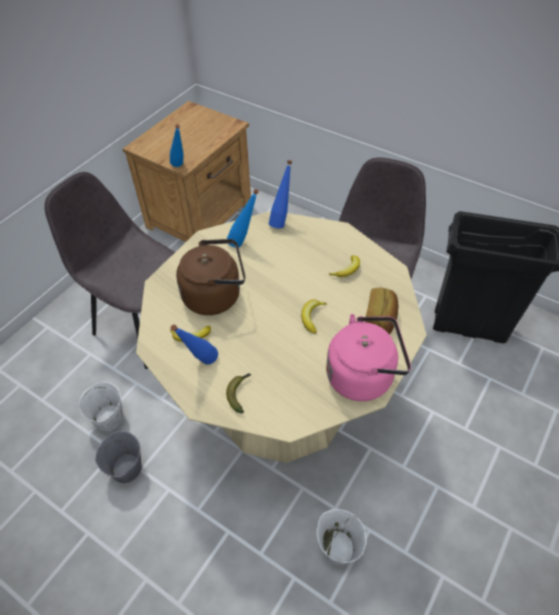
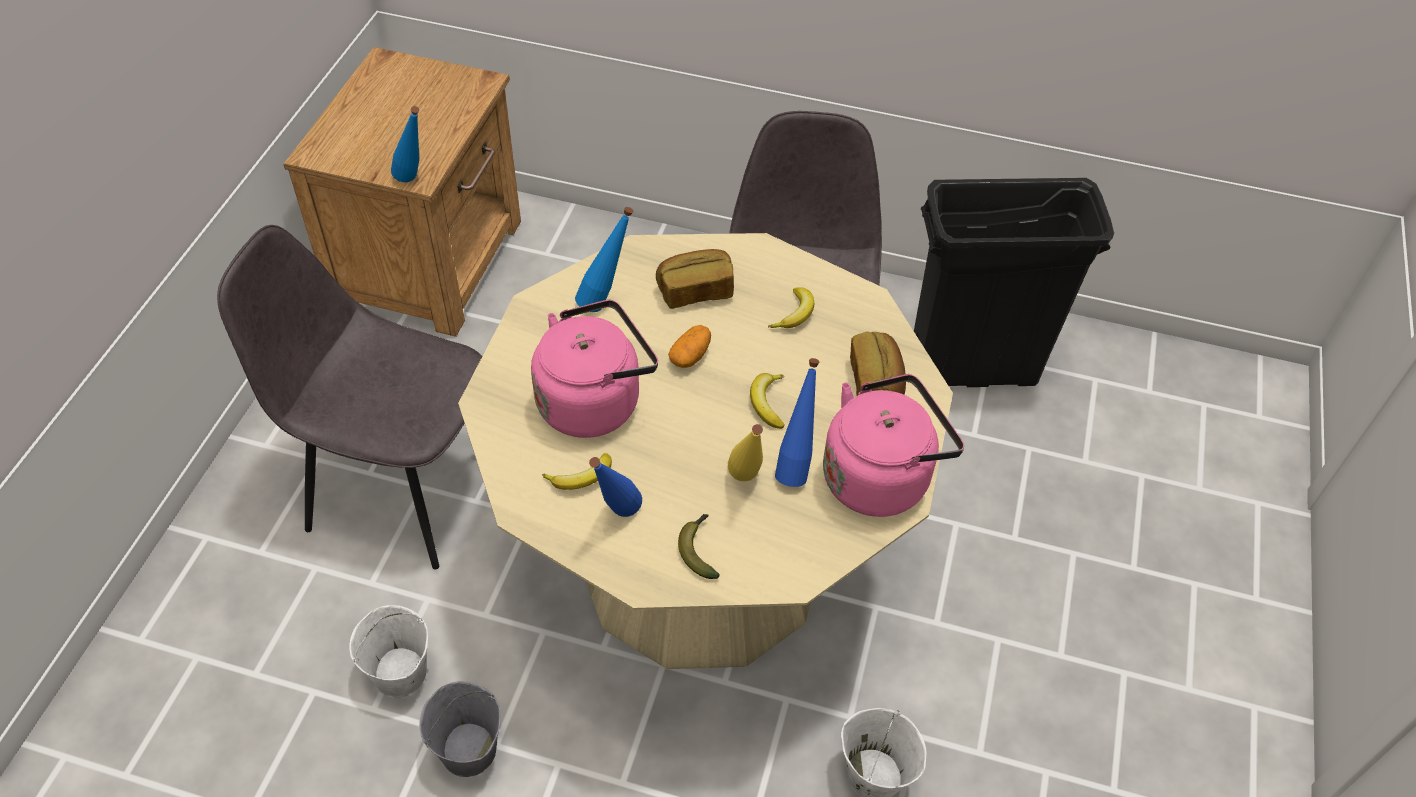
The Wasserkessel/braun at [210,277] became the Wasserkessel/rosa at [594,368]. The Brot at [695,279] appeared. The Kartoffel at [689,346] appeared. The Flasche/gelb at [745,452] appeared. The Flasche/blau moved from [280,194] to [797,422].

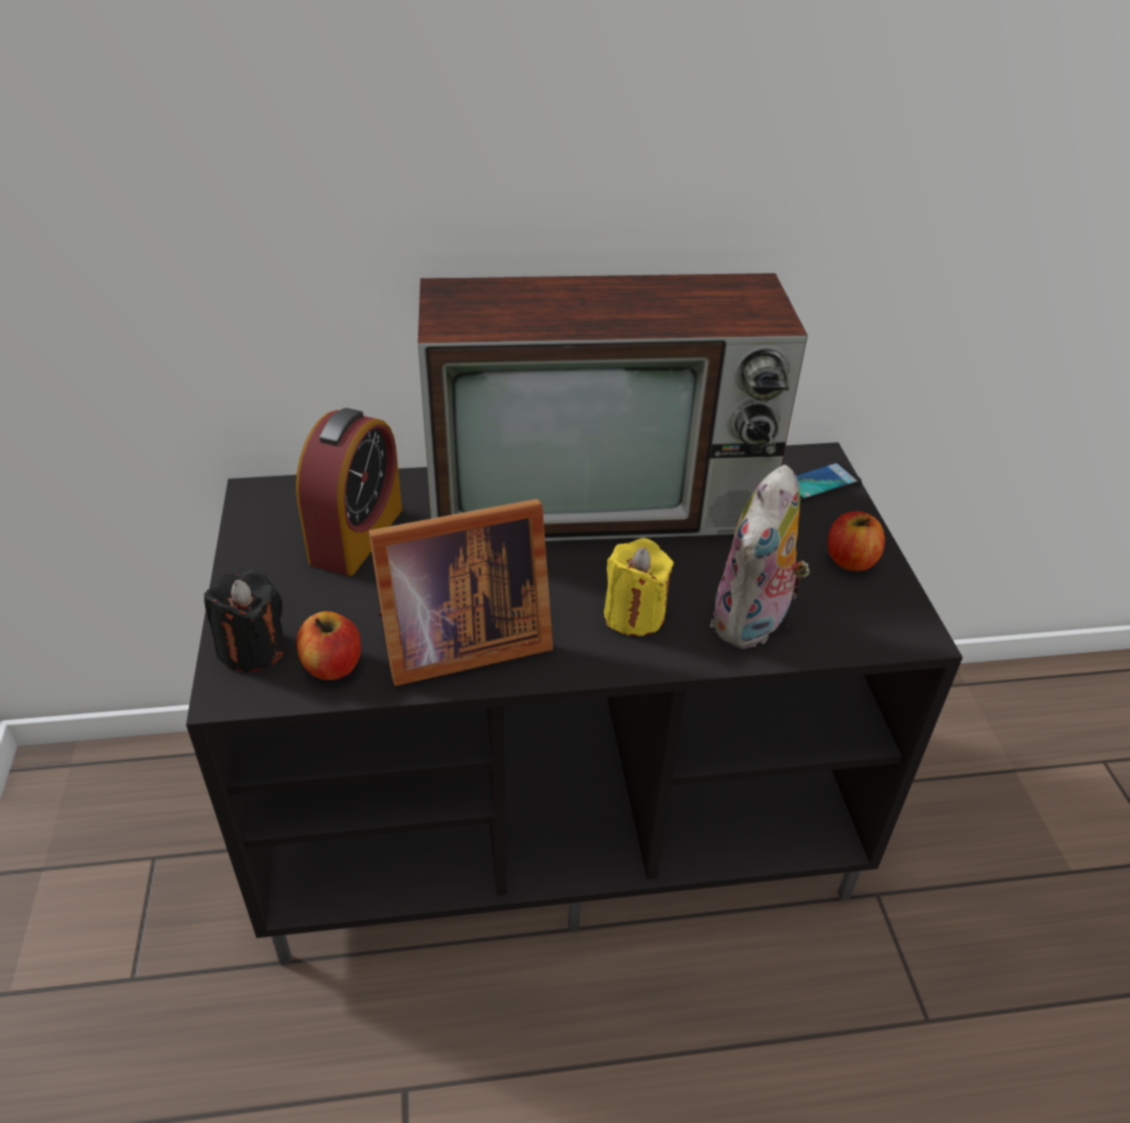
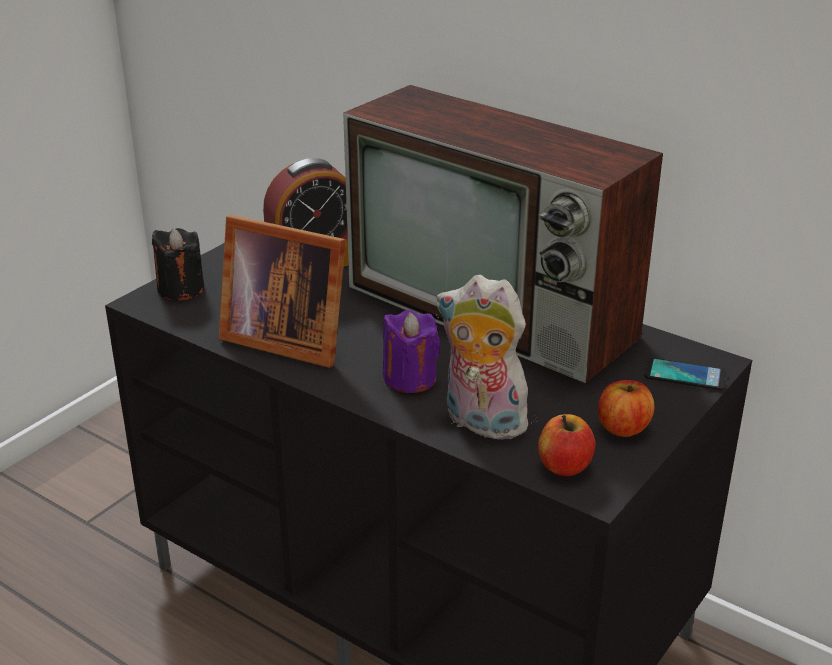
The Kerze/gelb at [638,587] became the Kerze/lila at [411,351]. The Plüschtier at [760,557] turned 45 degrees clockwise. The Apfel moved from [329,645] to [567,445].

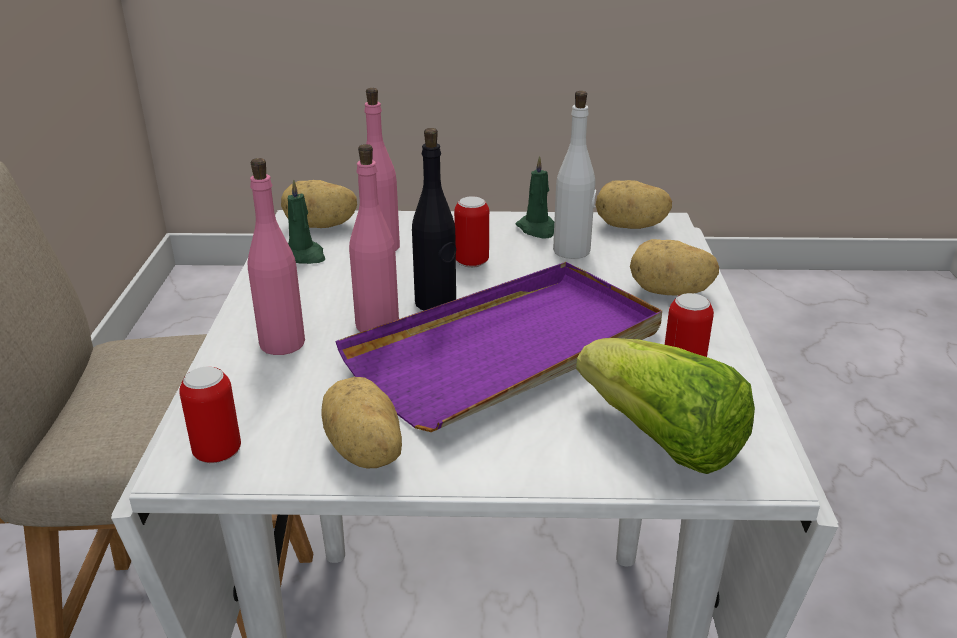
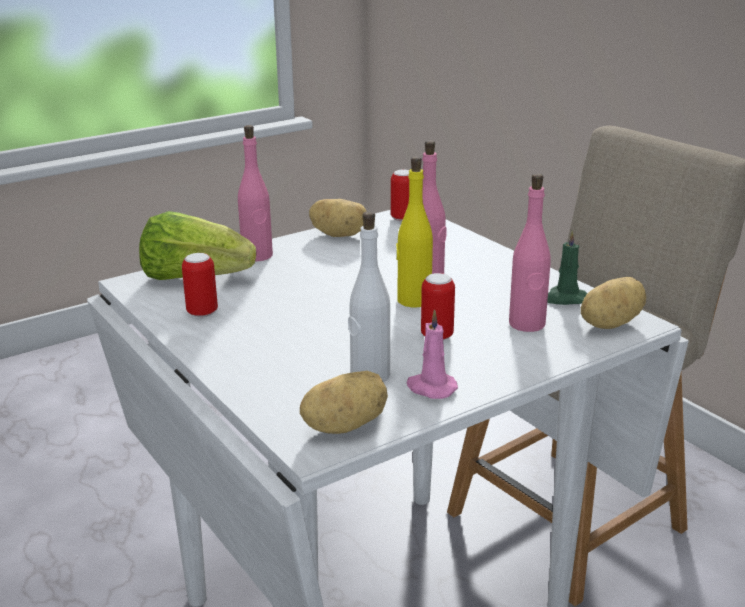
The Flasche/rosa moved from [276,256] to [255,193]. The Flasche/schwarz at [434,219] became the Flasche/gelb at [414,232]. The Kerze/grün at [535,197] became the Kerze/rosa at [432,354]. The Tablett/lila at [498,347] disappeared. The Kartoffel at [674,267] disappeared.

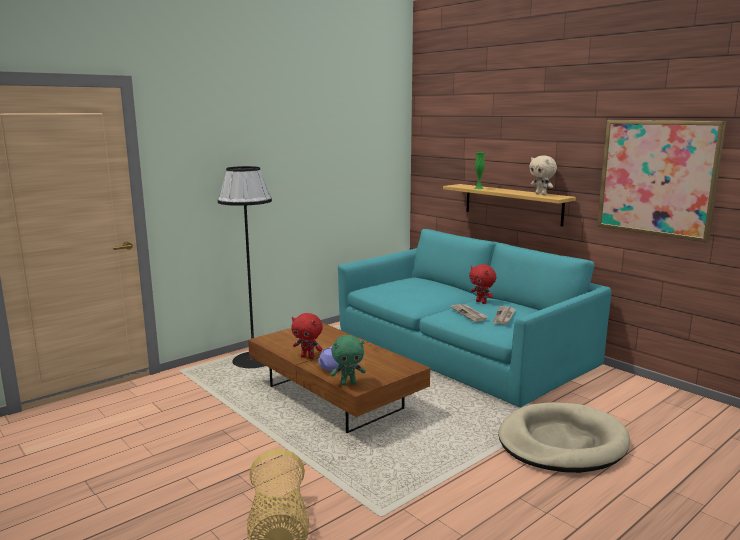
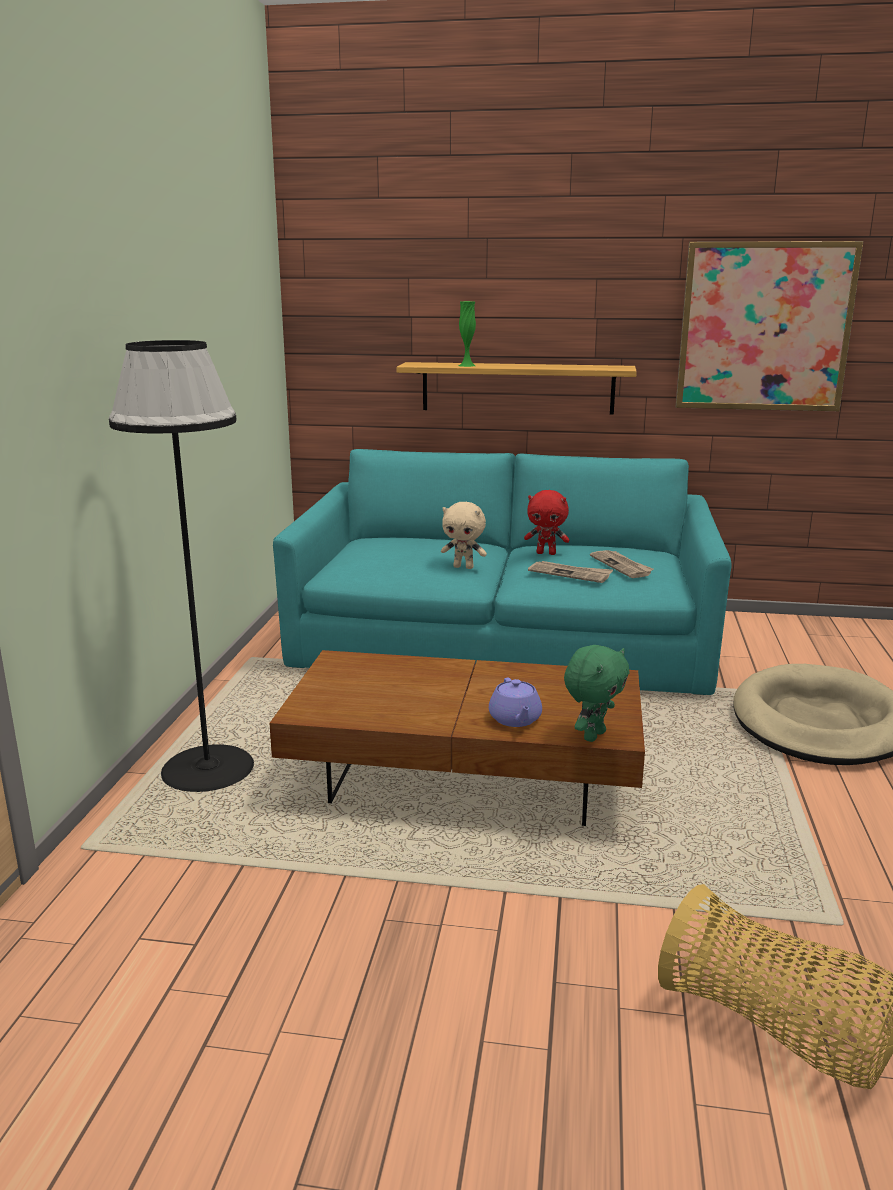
The Plüschtier/beige moved from [543,175] to [464,535]. The Plüschtier/rot at [307,336] disappeared.

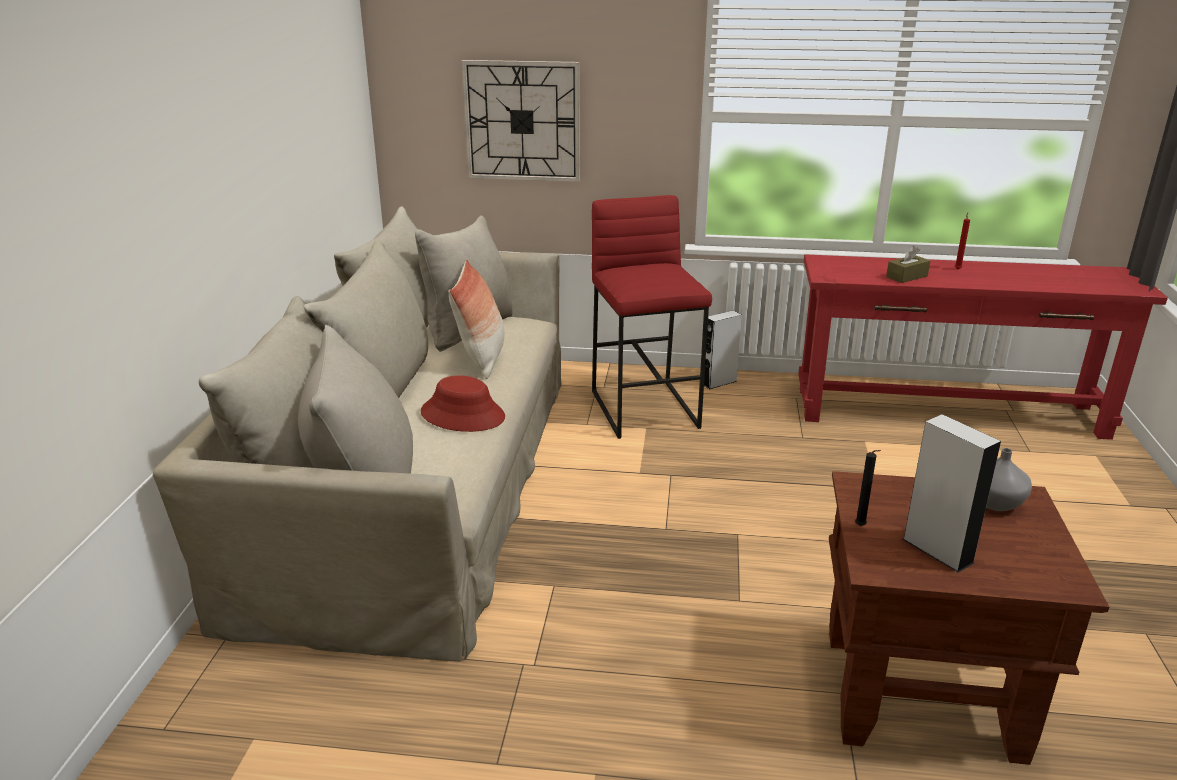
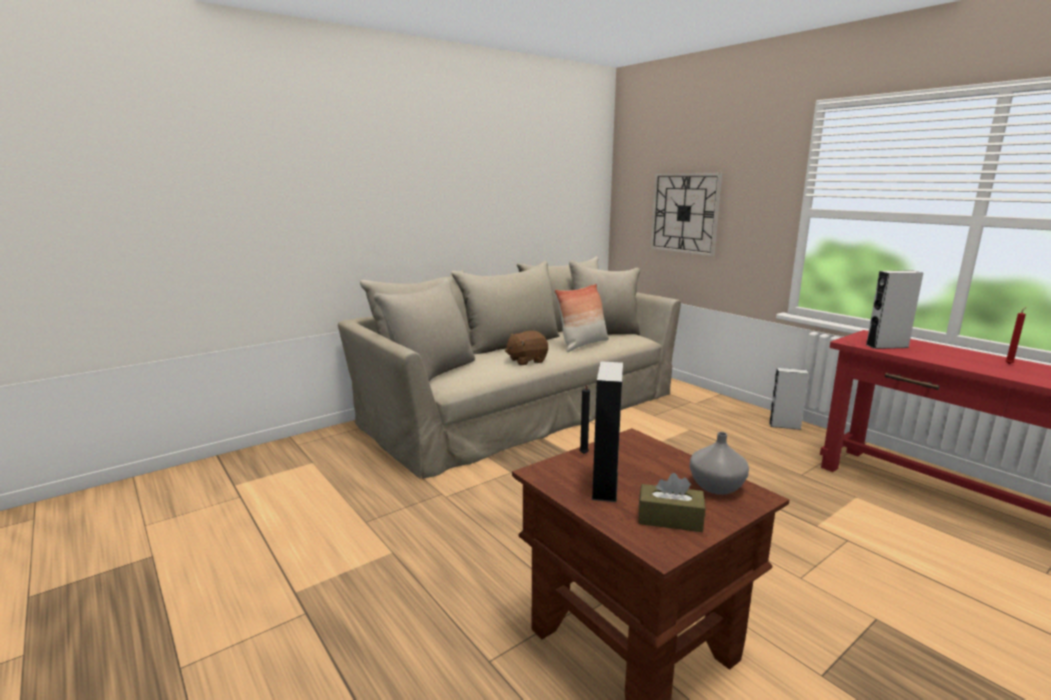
The Hut/rot at [463,403] was replaced by the Plüschtier/braun at [526,348]. The Taschentuchbox/braun moved from [908,264] to [671,502]. The Lautsprecher/grau at [894,310] appeared. The Hocker/rot at [652,317] disappeared.

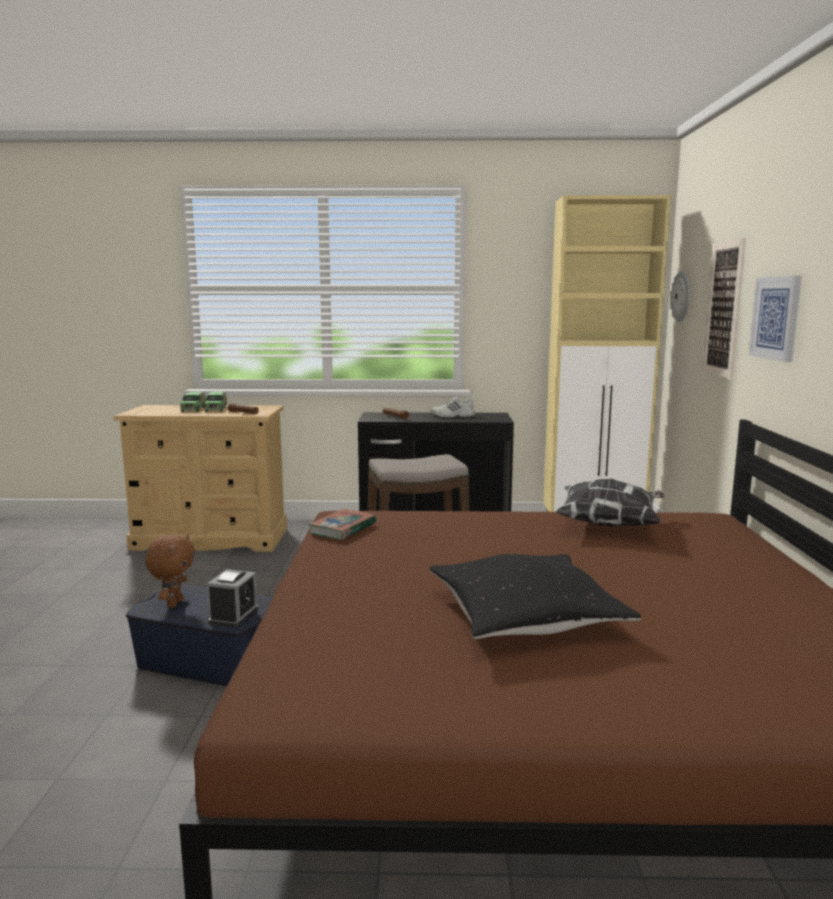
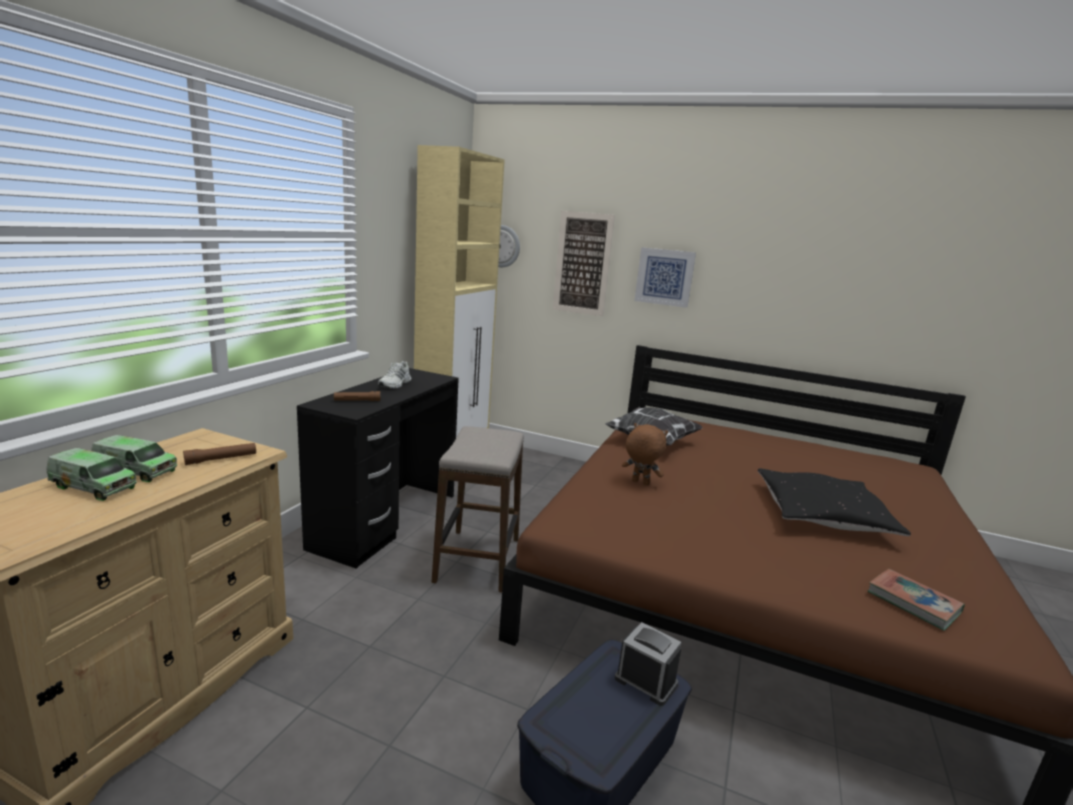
The Plüschtier/braun moved from [170,571] to [645,454]. The Buch moved from [342,524] to [916,600].

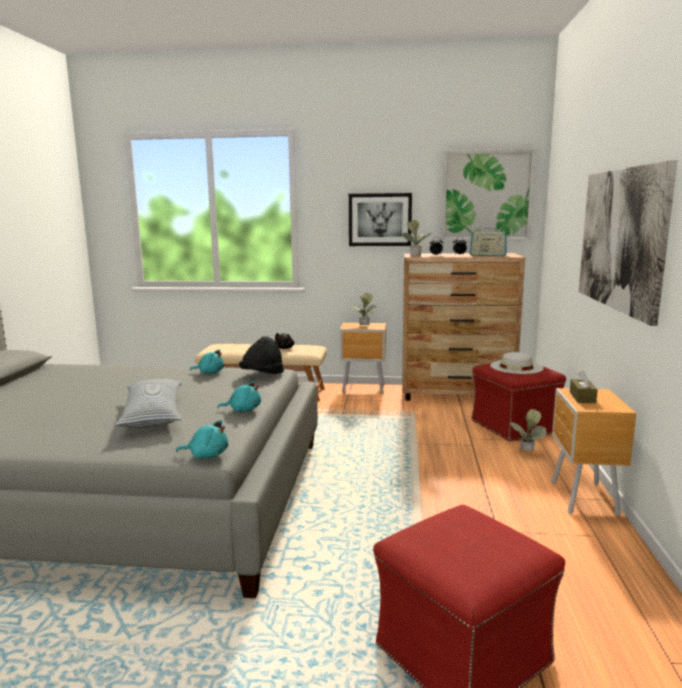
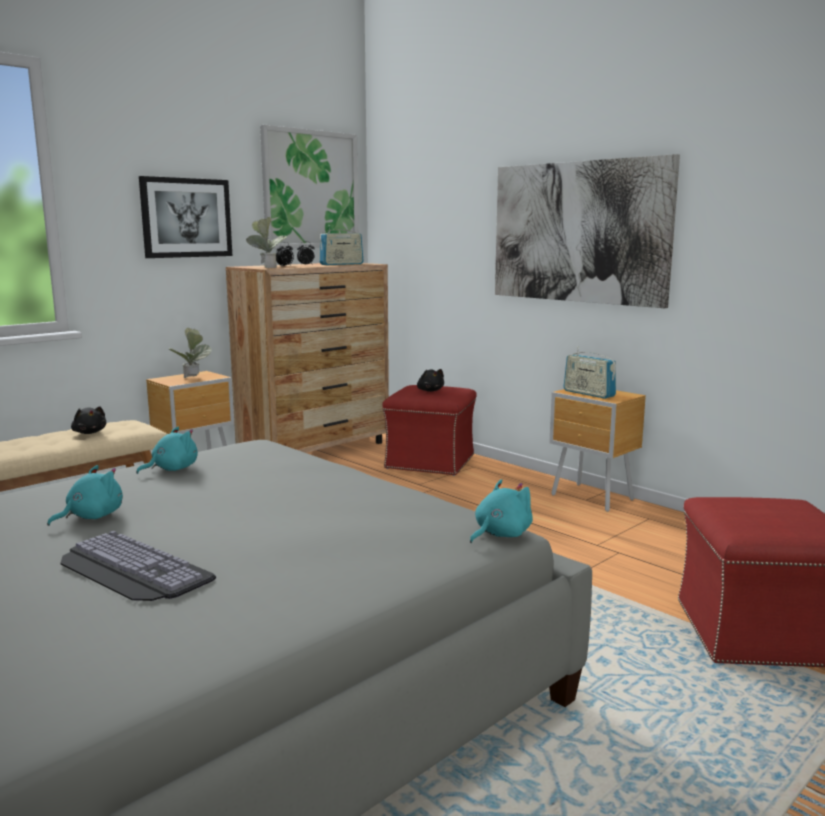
The Plüschtier/türkis moved from [239,396] to [85,495]. The Tastatur at [138,566] appeared. The Hut/weiß at [517,363] was replaced by the Plüschtier/schwarz at [430,380]. The Taschentuchbox/braun at [584,386] was replaced by the Radio at [590,373]. The Kissen at [148,403] disappeared. The Hut/schwarz at [261,355] disappeared. The Topfpflanze at [528,430] disappeared.

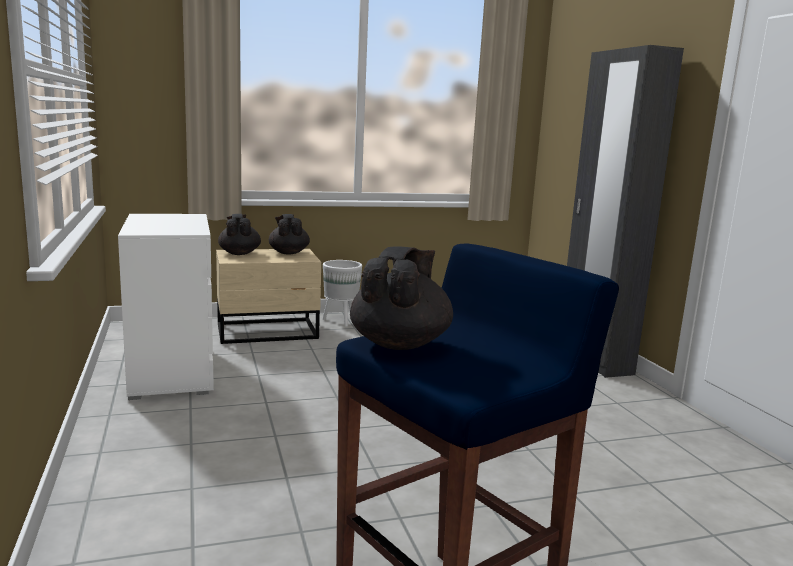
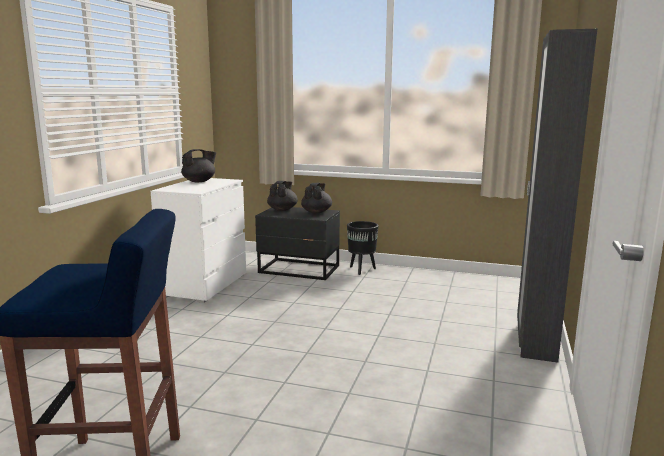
The Teekanne/schwarz moved from [401,298] to [198,165]. The Nachttisch/beige at [268,296] became the Nachttisch/schwarz at [297,243]. The Pflanzkübel/weiß at [342,293] became the Pflanzkübel/schwarz at [362,248].

